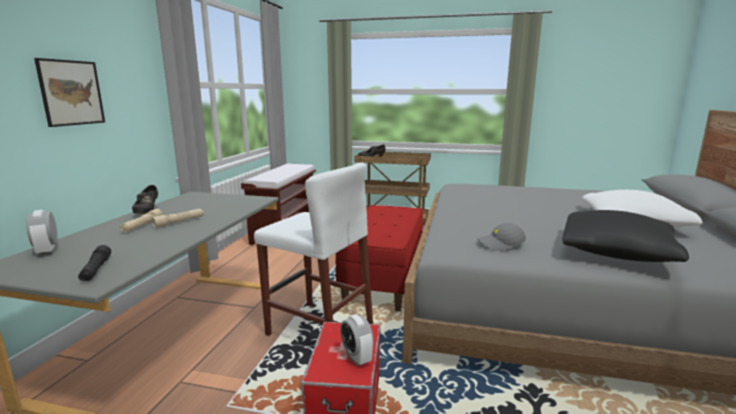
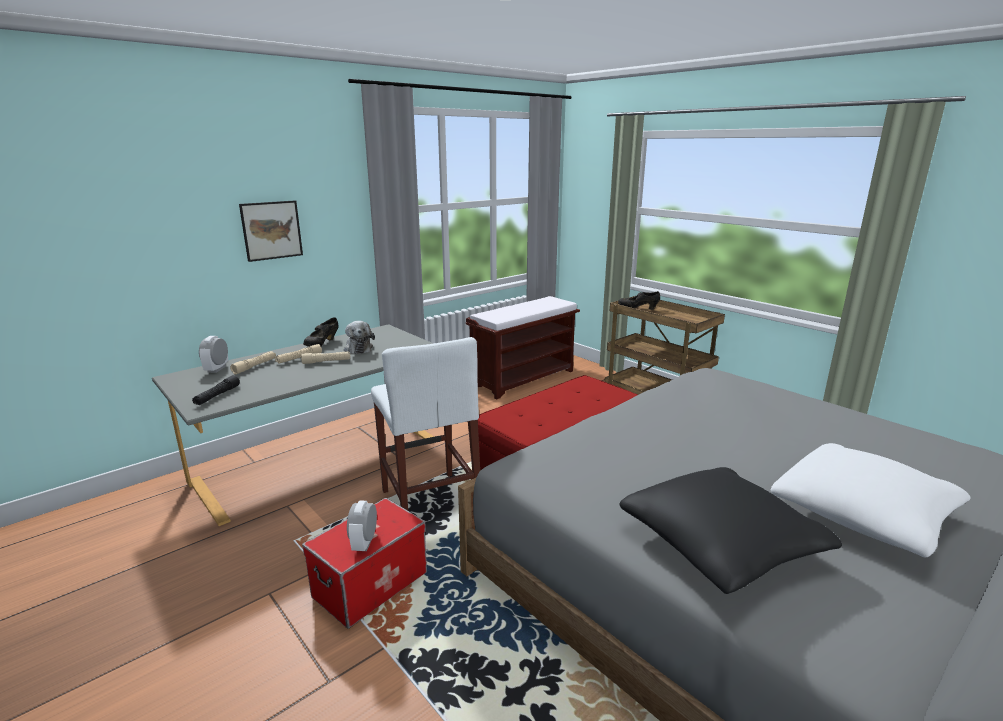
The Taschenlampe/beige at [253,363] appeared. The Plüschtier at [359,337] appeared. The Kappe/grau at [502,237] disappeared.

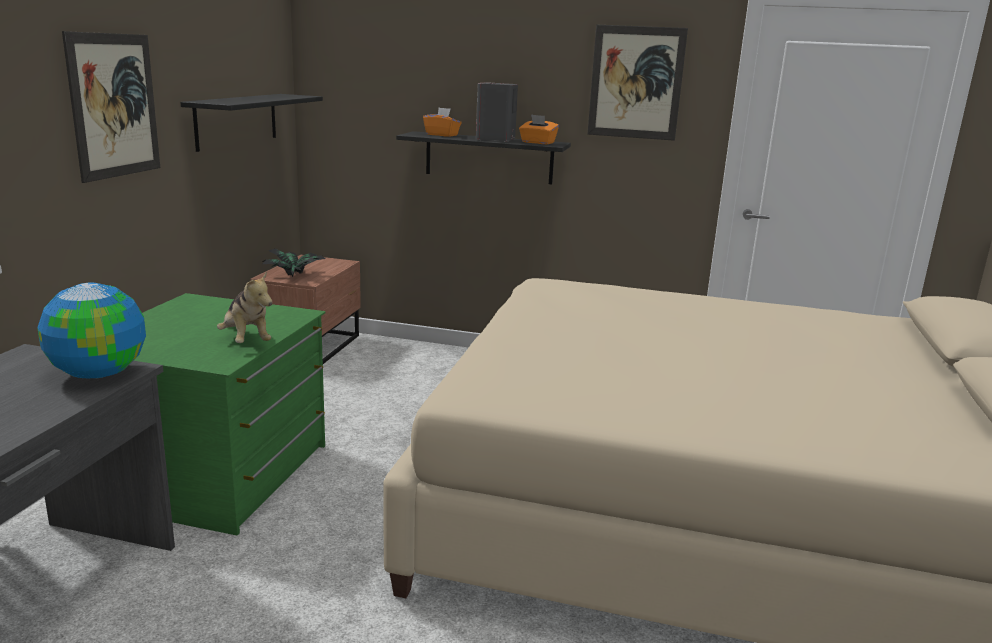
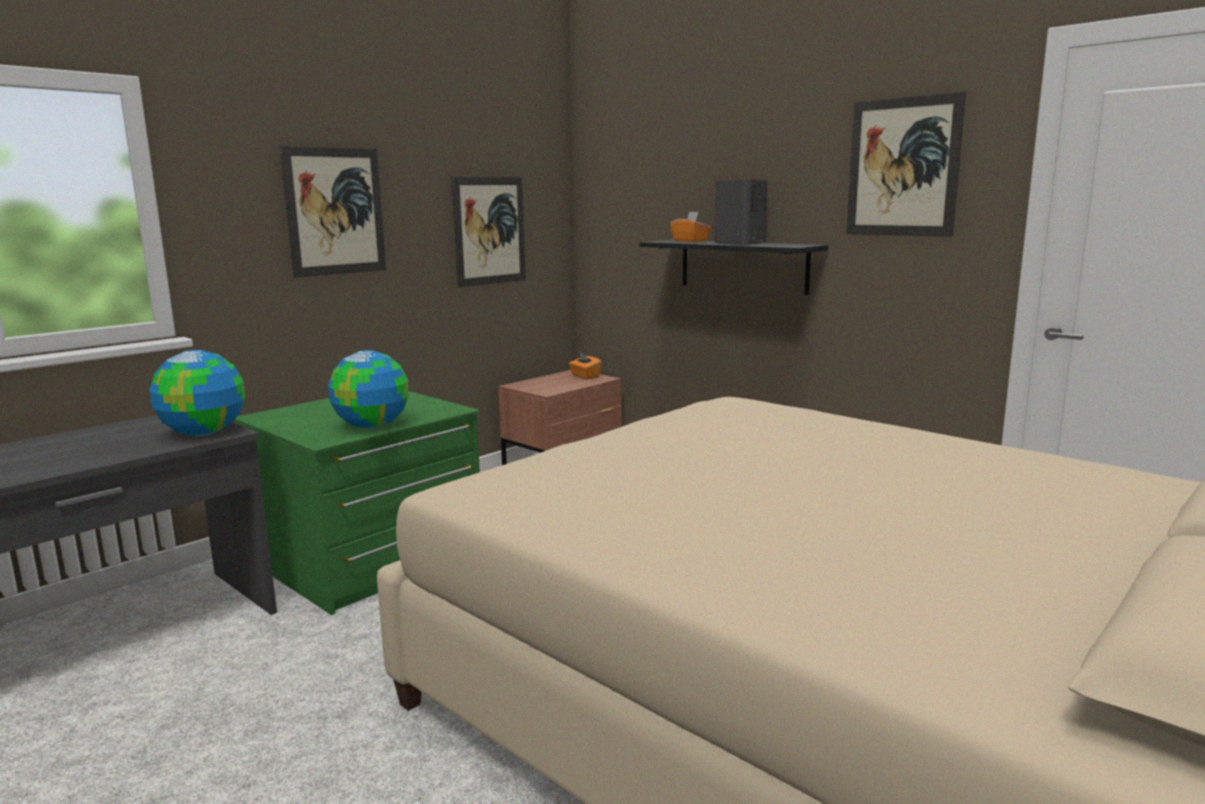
The Plüschtier at [244,307] was replaced by the Globus at [368,389]. The Wandregal/schwarz at [251,123] was replaced by the Bild at [488,231]. The Taschentuchbox/orange moved from [539,129] to [585,365]. The Topfpflanze at [293,262] disappeared.

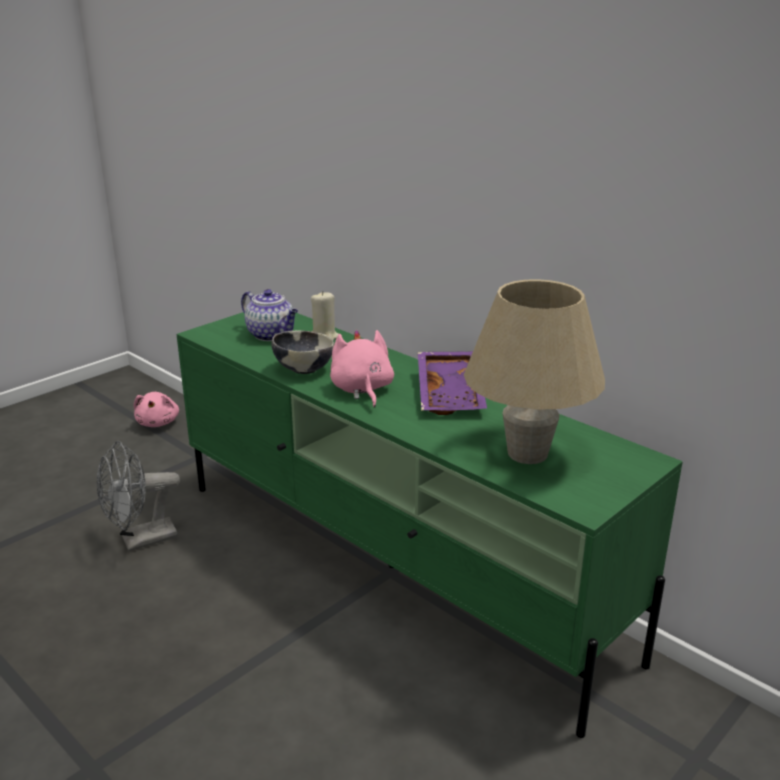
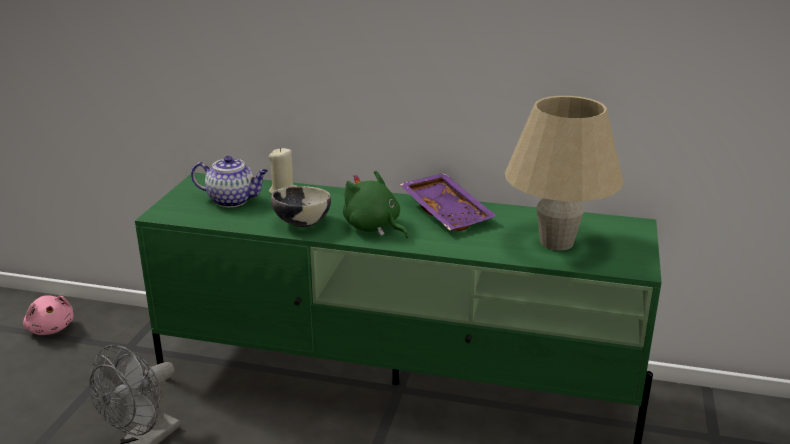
The Plüschtier/rosa at [362,369] became the Plüschtier/grün at [375,204].

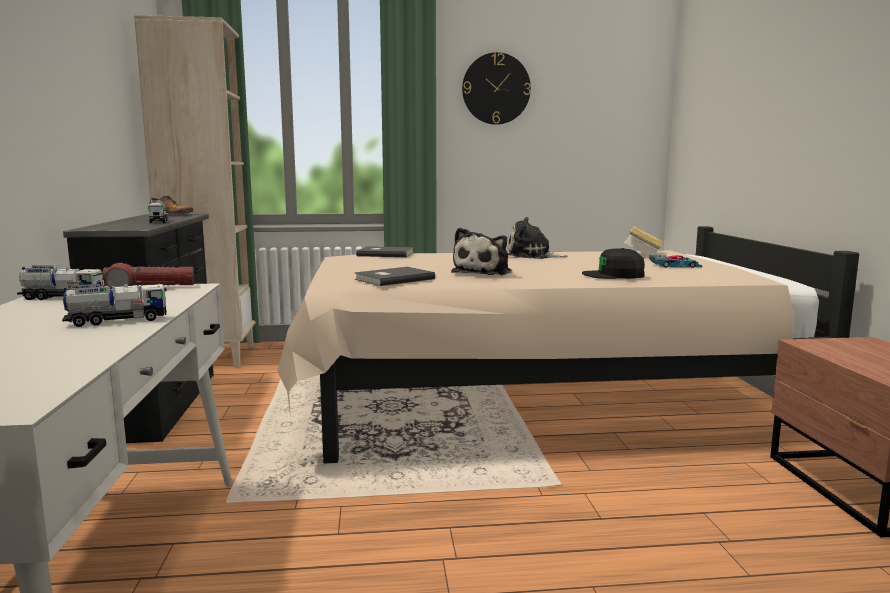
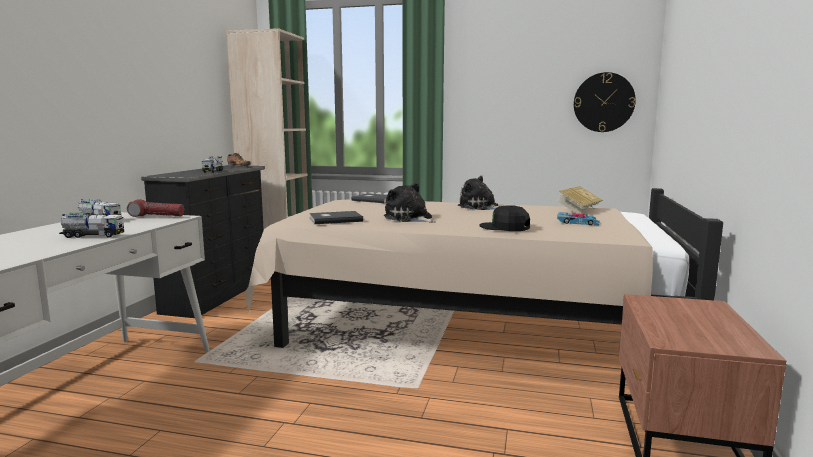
The Plüschtier at [481,252] turned 90 degrees clockwise. The Wanduhr moved from [496,88] to [605,102].

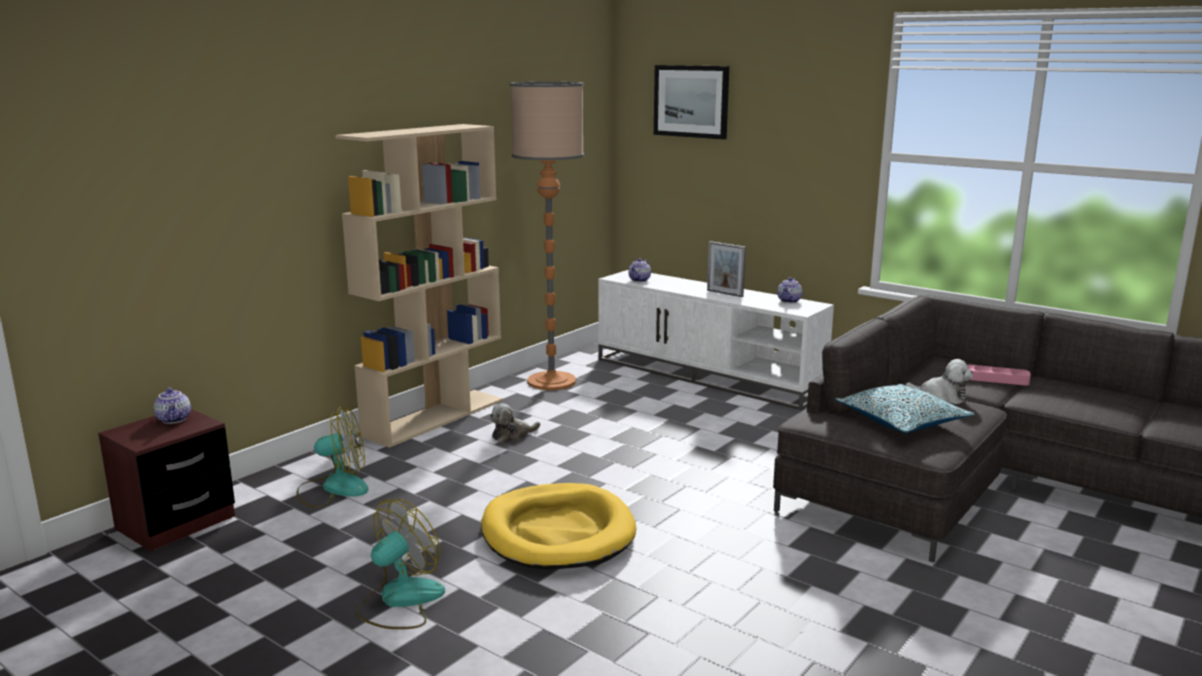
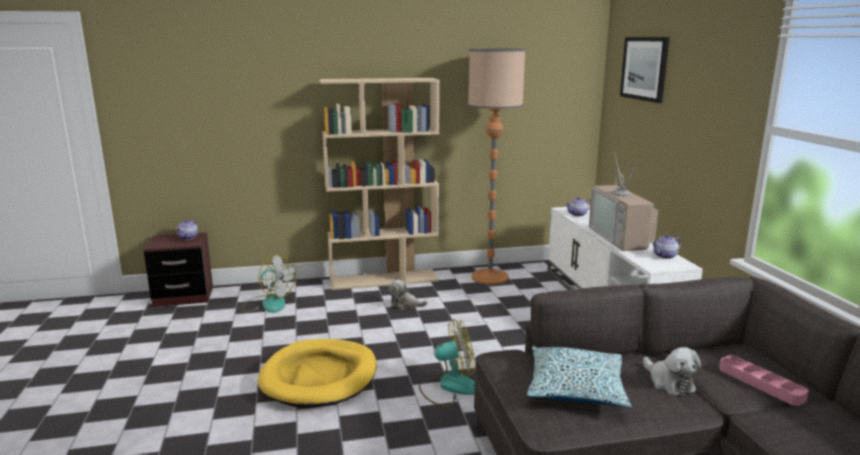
The Ventilator moved from [400,564] to [447,363]. The Bilderrahmen at [726,269] was replaced by the Fernseher at [623,201].

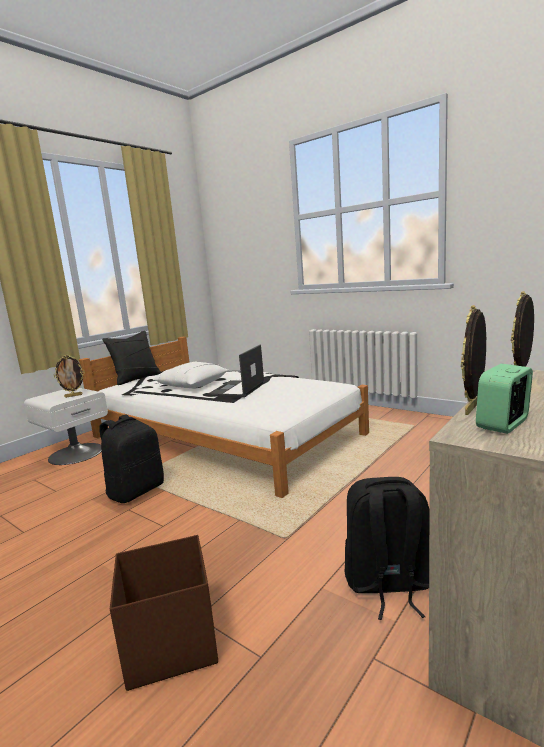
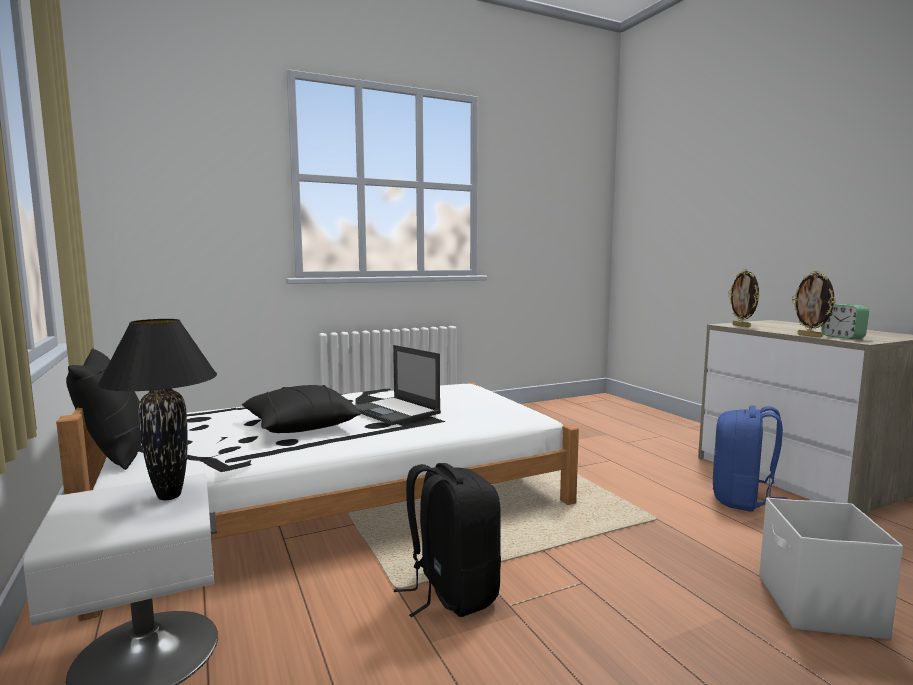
The Bilderrahmen at [69,376] was replaced by the Tischlampe/schwarz at [157,409]. The Kissen/weiß at [190,375] became the Kissen/schwarz at [301,409]. The Rucksack/schwarz at [387,548] became the Rucksack/blau at [750,459]. The Aufbewahrungsbox/braun at [164,613] became the Aufbewahrungsbox/weiß at [831,568].

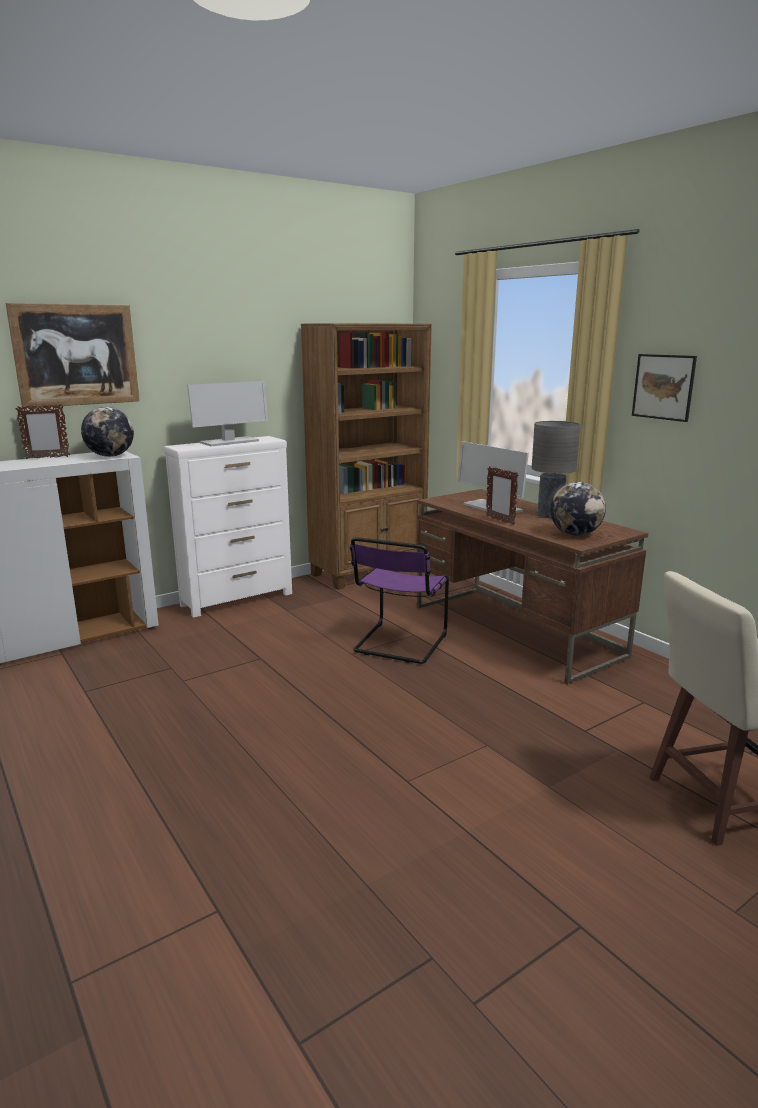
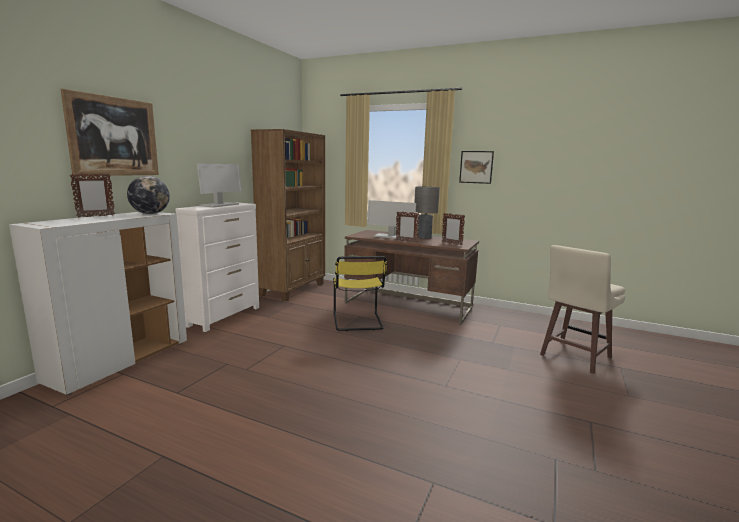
The Stuhl/lila at [399,600] became the Stuhl/gelb at [360,293]. The Globus at [578,509] was replaced by the Bilderrahmen at [453,229].

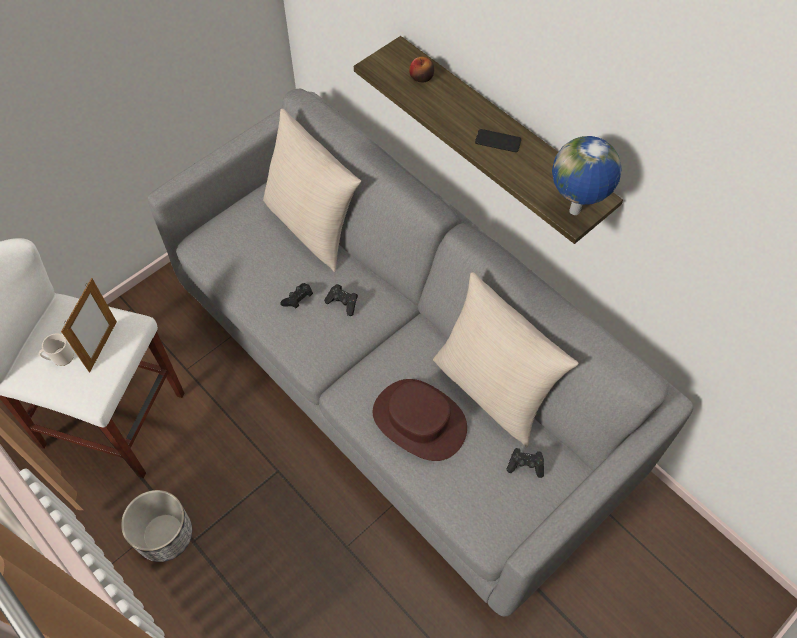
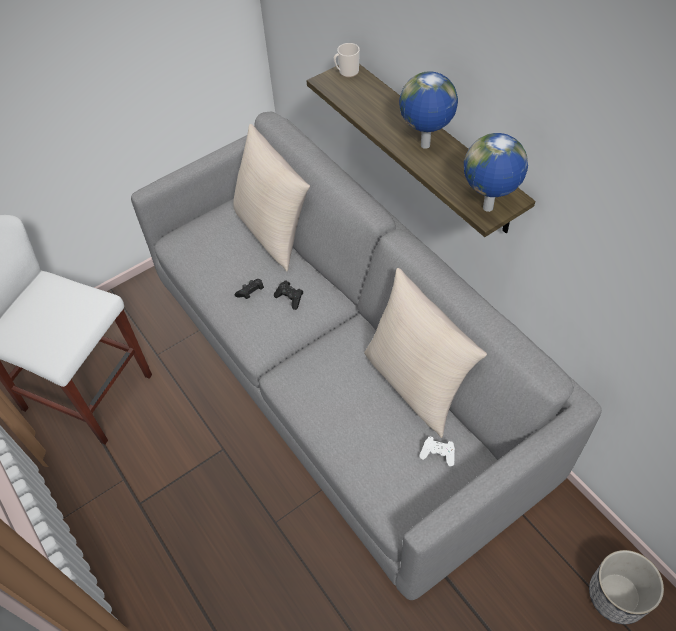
The Henkelbecher moved from [56,349] to [347,60]. The Handy at [498,140] was replaced by the Globus at [428,110]. The Gamepad/schwarz at [525,463] became the Gamepad/weiß at [437,451]. The Pflanzkübel moved from [156,526] to [626,587]. The Bilderrahmen at [89,325] disappeared. The Hut/braun at [420,420] disappeared. The Apfel at [421,69] disappeared.

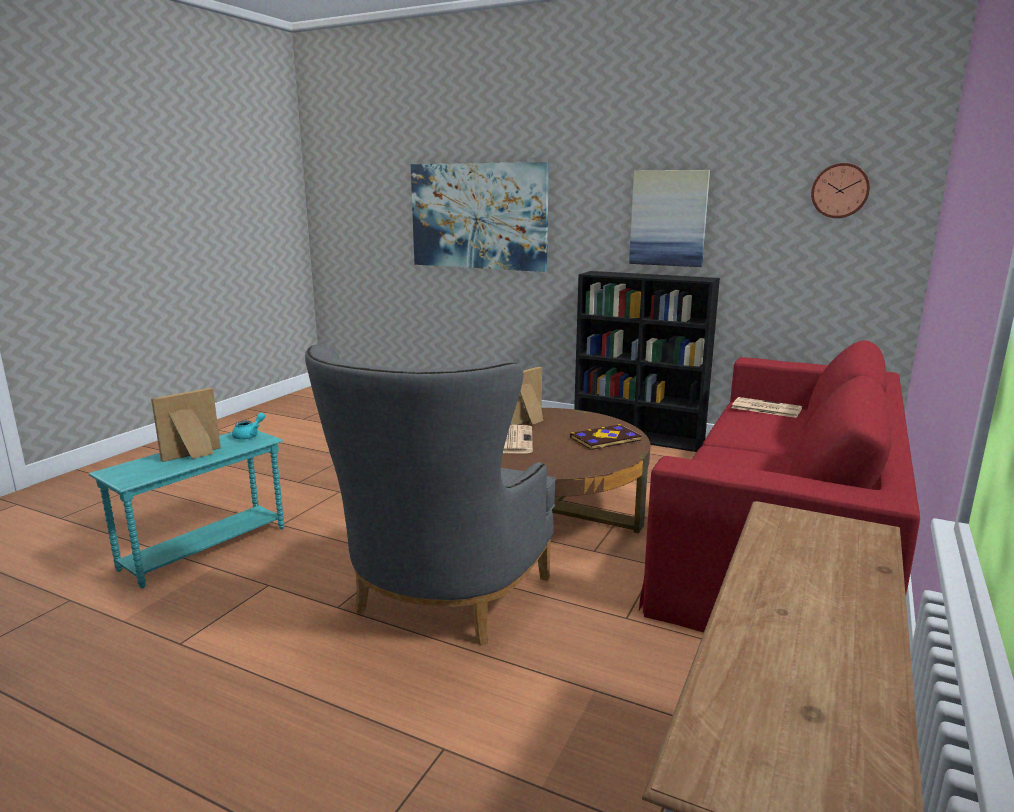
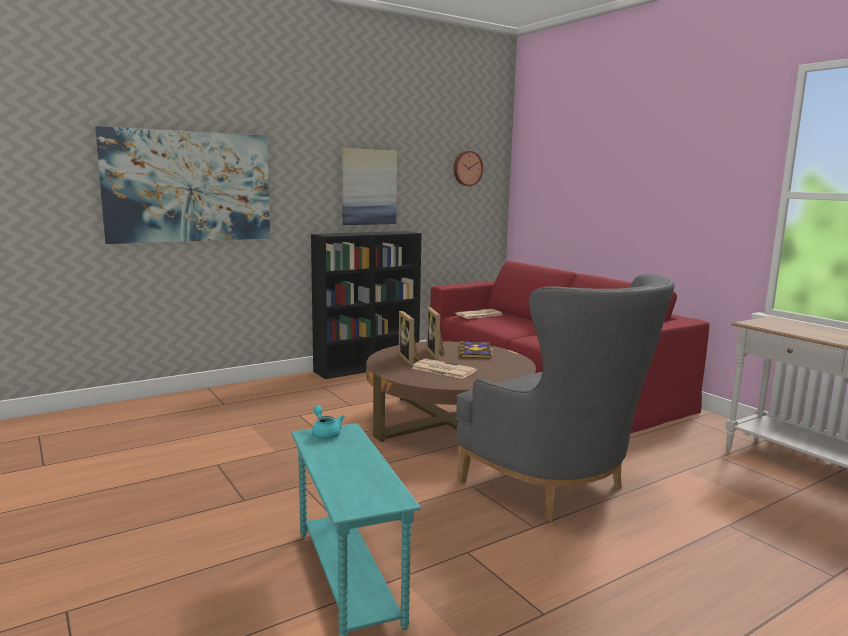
The Bilderrahmen moved from [186,425] to [435,333].

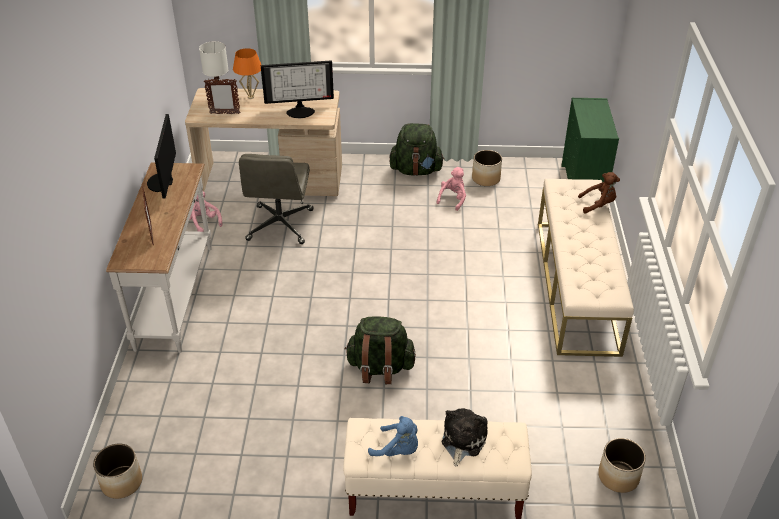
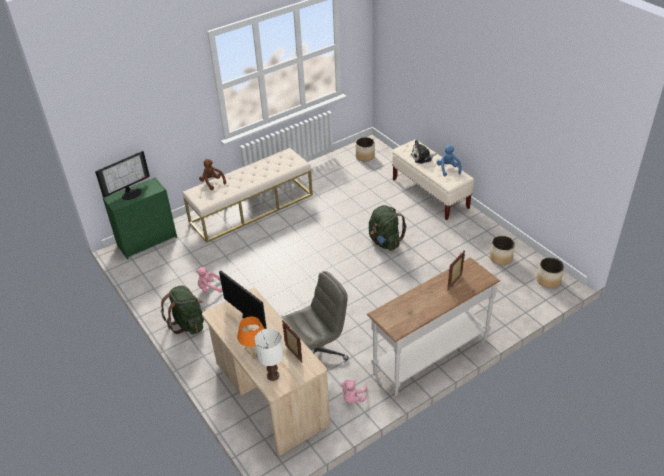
The Monitor moved from [161,156] to [122,175]. The Pflanzkübel moved from [487,168] to [502,250].

